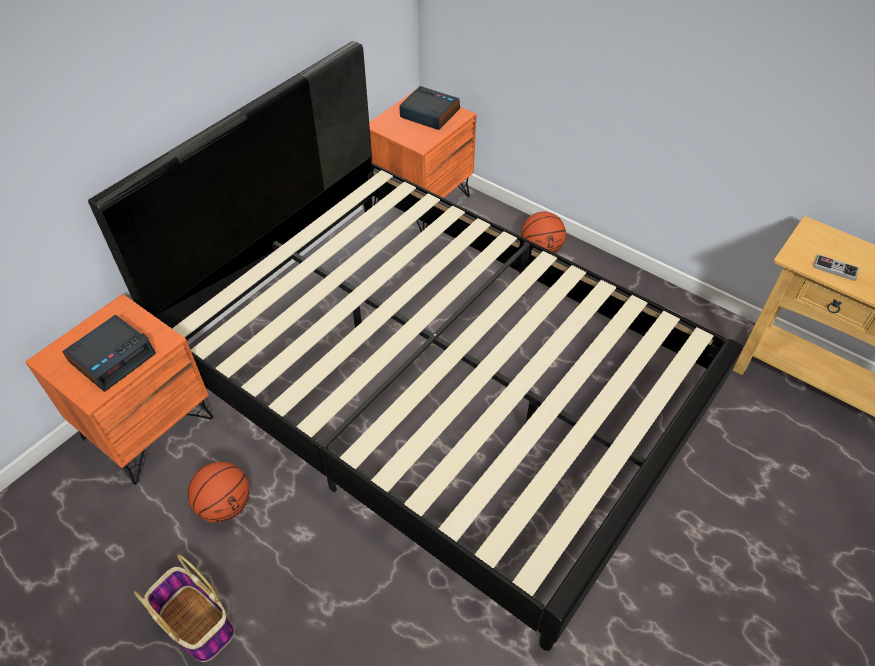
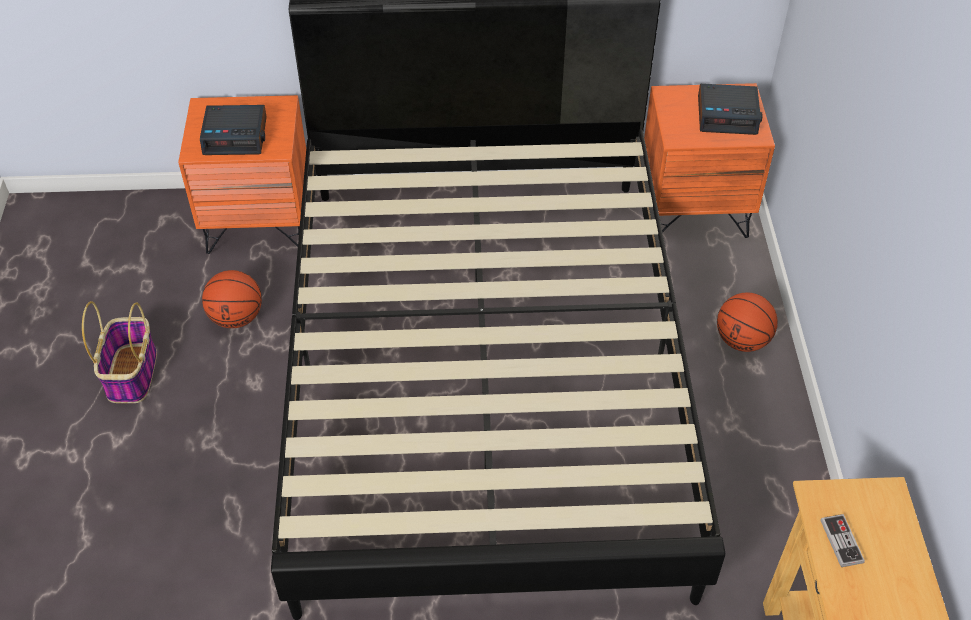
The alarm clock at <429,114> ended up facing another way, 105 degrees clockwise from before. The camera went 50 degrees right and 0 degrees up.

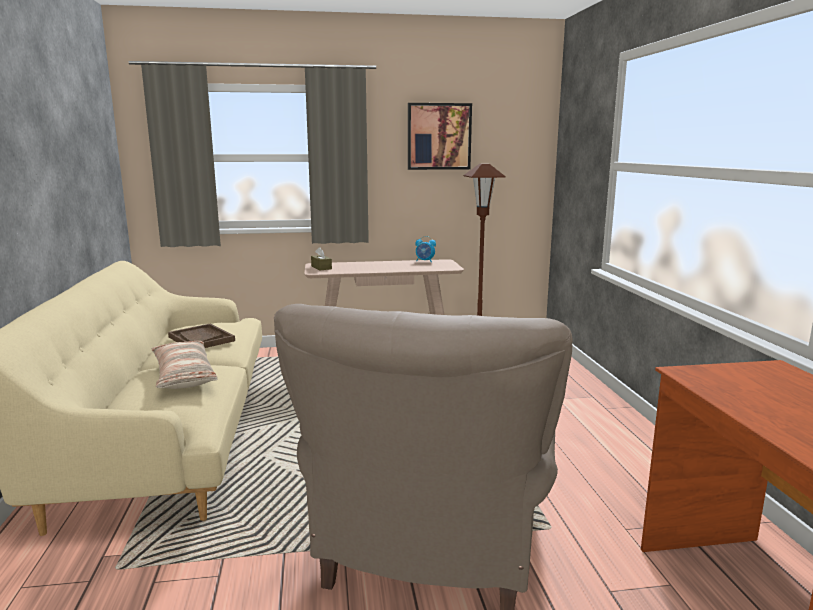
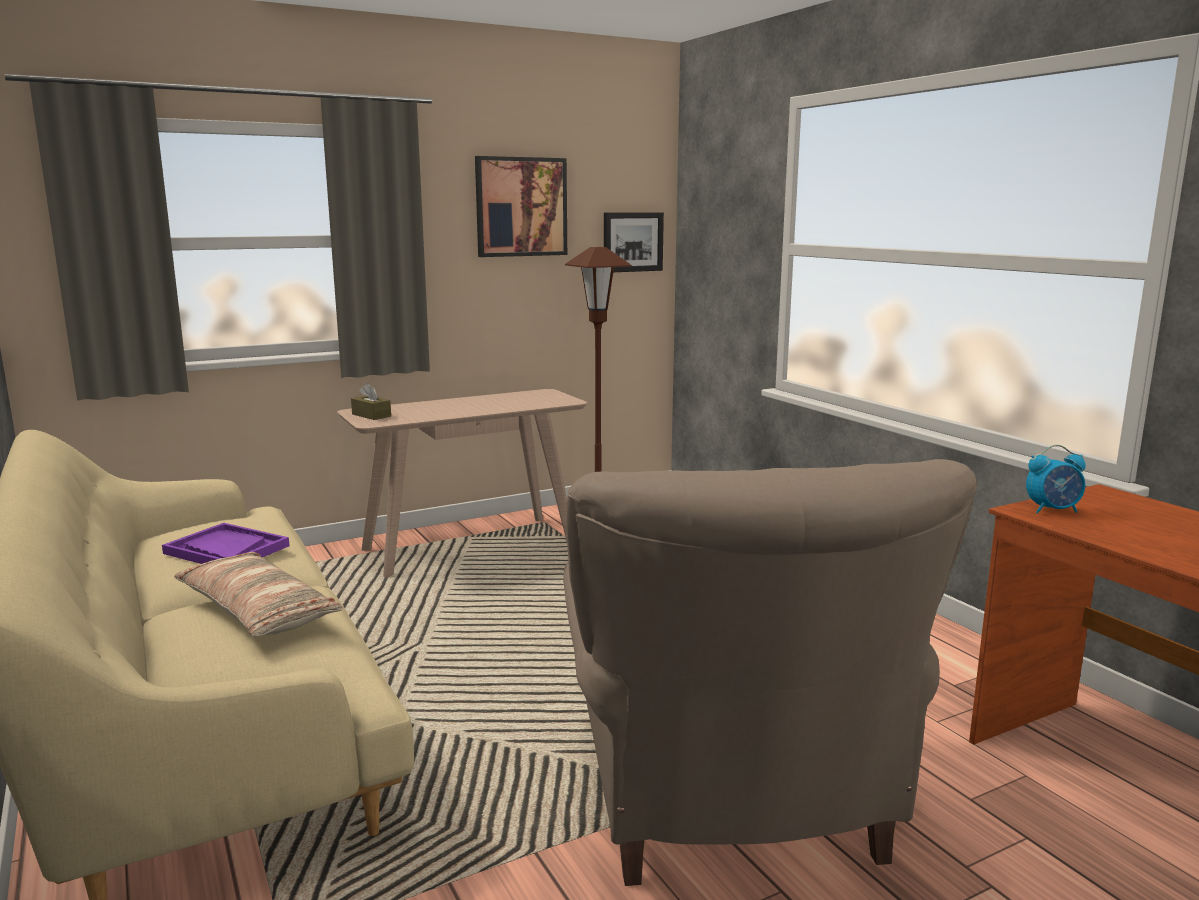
The second view gained the picture at <632,242>. The alarm clock ended up elsewhere, having gone from <425,261> to <1053,510>. What was the tray in brown at <201,339> turned into the tray in purple at <226,550>. The camera went 20 degrees left and 0 degrees up.

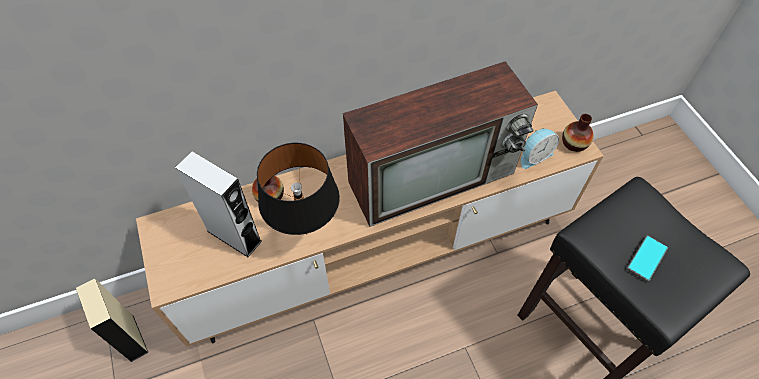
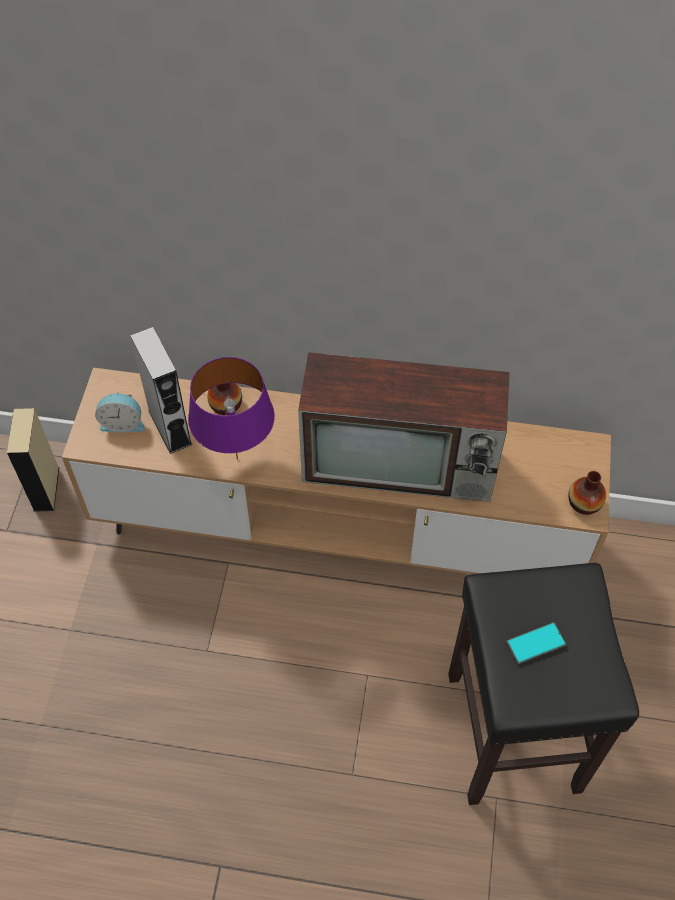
The alarm clock ended up elsewhere, having gone from <534,156> to <122,423>. What was the table lamp in black at <306,233> turned into the table lamp in purple at <237,458>. The camera went 30 degrees right and 0 degrees up.

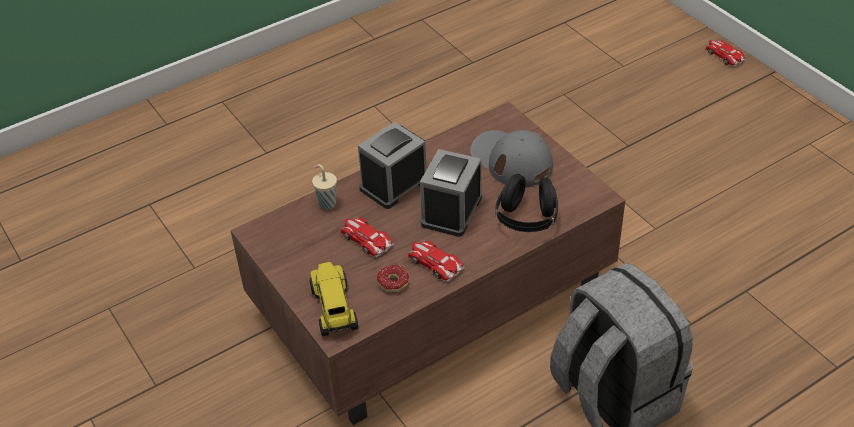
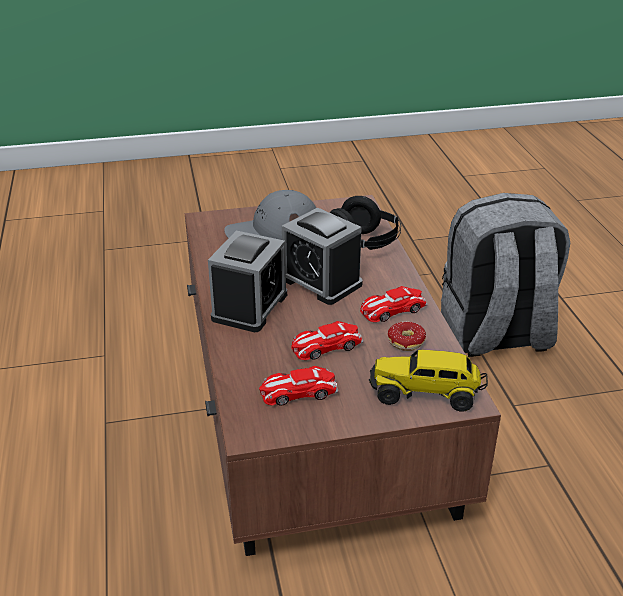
The second view lost the cup in beige at <326,203>. The toy car ended up elsewhere, having gone from <724,55> to <298,391>. The alarm clock at <394,184> ended up facing another way, 135 degrees counterclockwise from before. The camera went 70 degrees left and 10 degrees down.

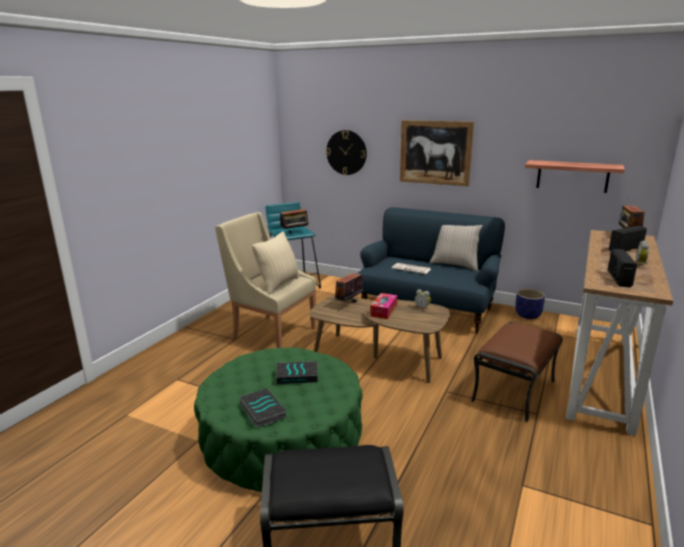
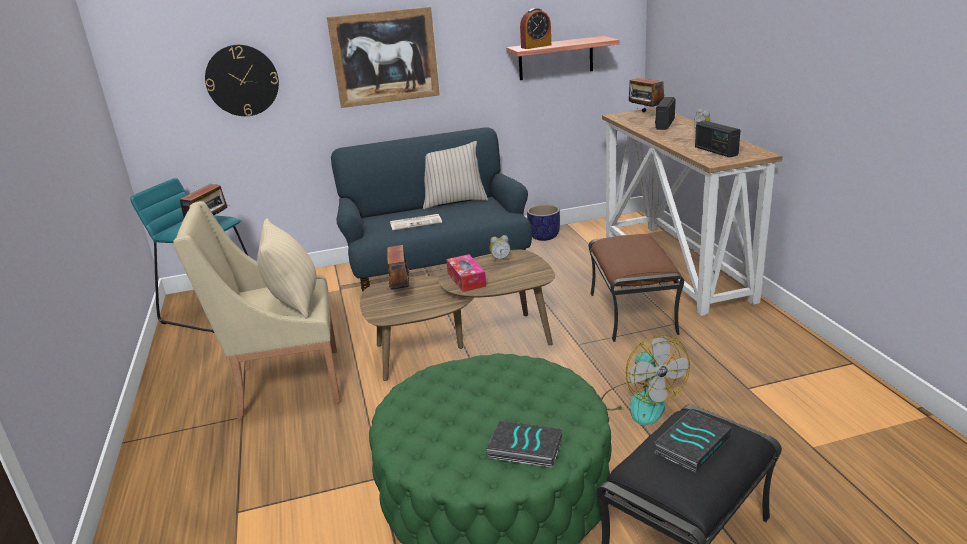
The second view gained the alarm clock at <536,46>. The second view gained the fan at <640,402>. The book ended up elsewhere, having gone from <297,375> to <691,444>. The camera went 40 degrees left and 5 degrees up.

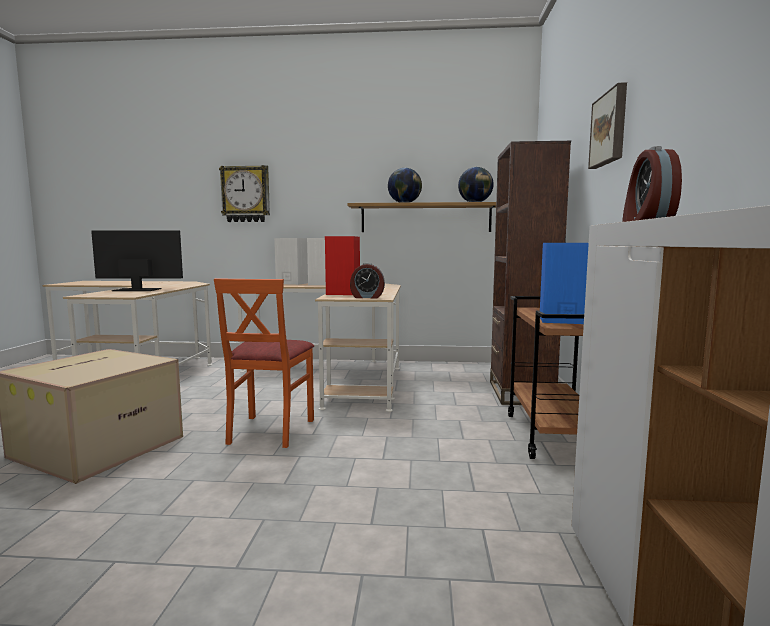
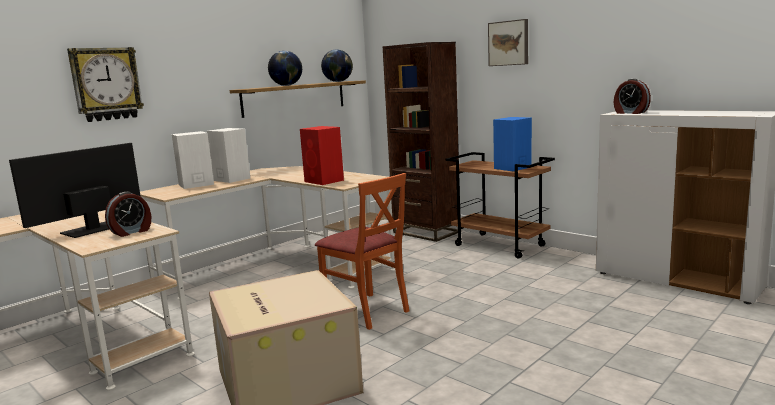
The alarm clock ended up elsewhere, having gone from <367,297> to <131,232>. The camera went 50 degrees left and 5 degrees up.

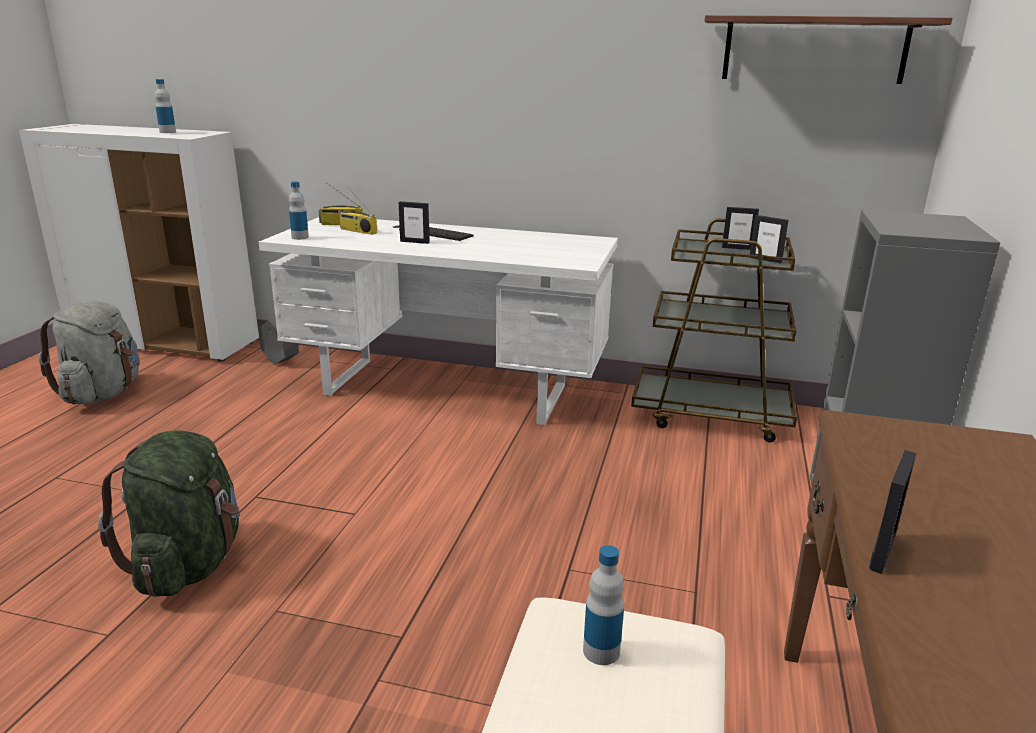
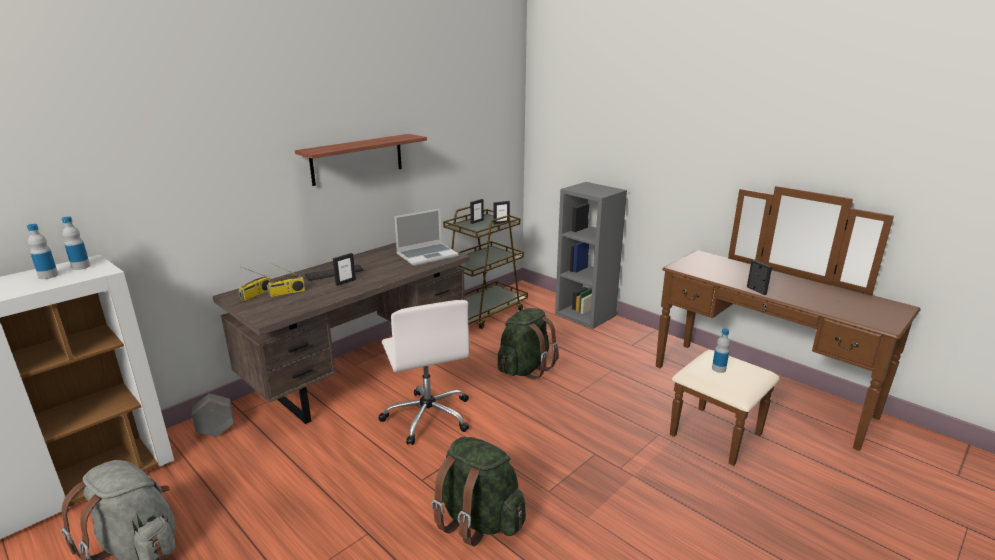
The second view gained the office chair in white at <428,416>. The second view gained the laptop at <427,255>. The second view gained the backpack in green at <525,368>. The bottle ended up elsewhere, having gone from <300,237> to <81,267>. The shelf ended up elsewhere, having gone from <814,50> to <357,159>. What was the desk in white at <448,390> turned into the desk in brown at <362,374>. The camera went 60 degrees left and 0 degrees up.

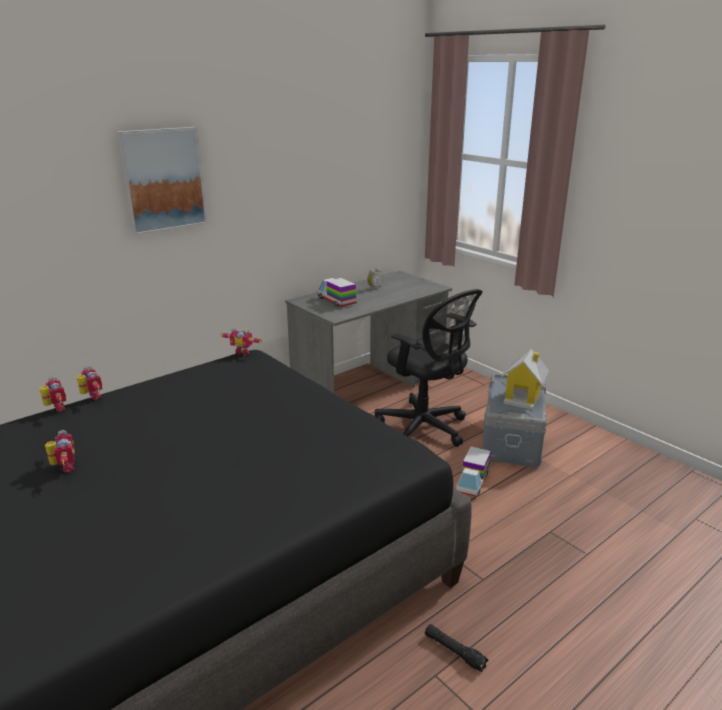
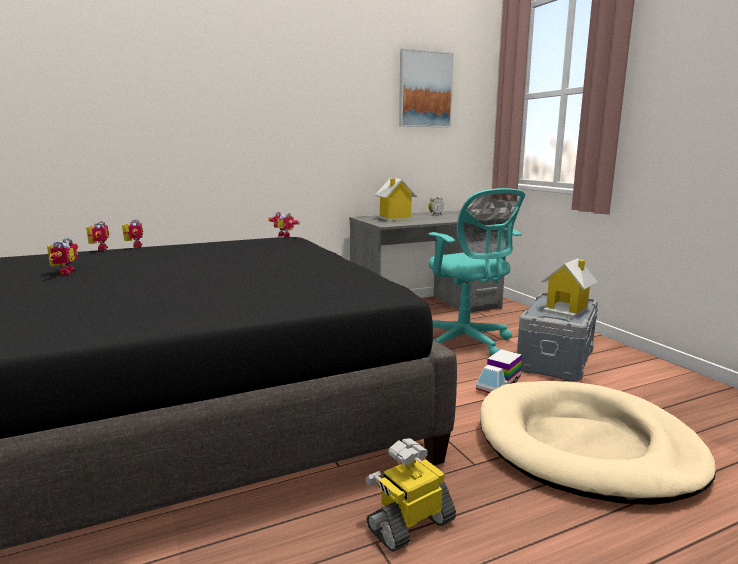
The second view gained the dog bed in beige at <586,446>. The picture ended up elsewhere, having gone from <163,180> to <425,89>. Where the toy truck stood at <336,301>, the toy house came to stand at <394,218>. Where the flashlight in black stood at <454,652>, the toy robot came to stand at <410,524>. What was the office chair in black at <425,428> turned into the office chair in turquoise at <466,342>. The camera went 15 degrees right and 10 degrees down.

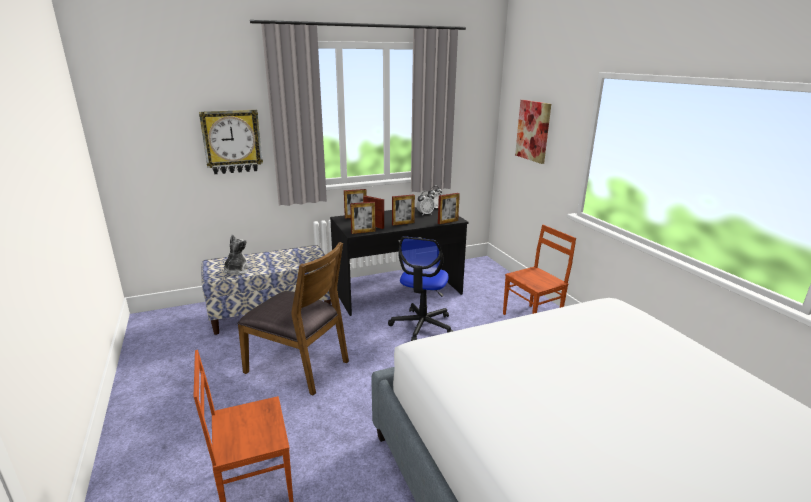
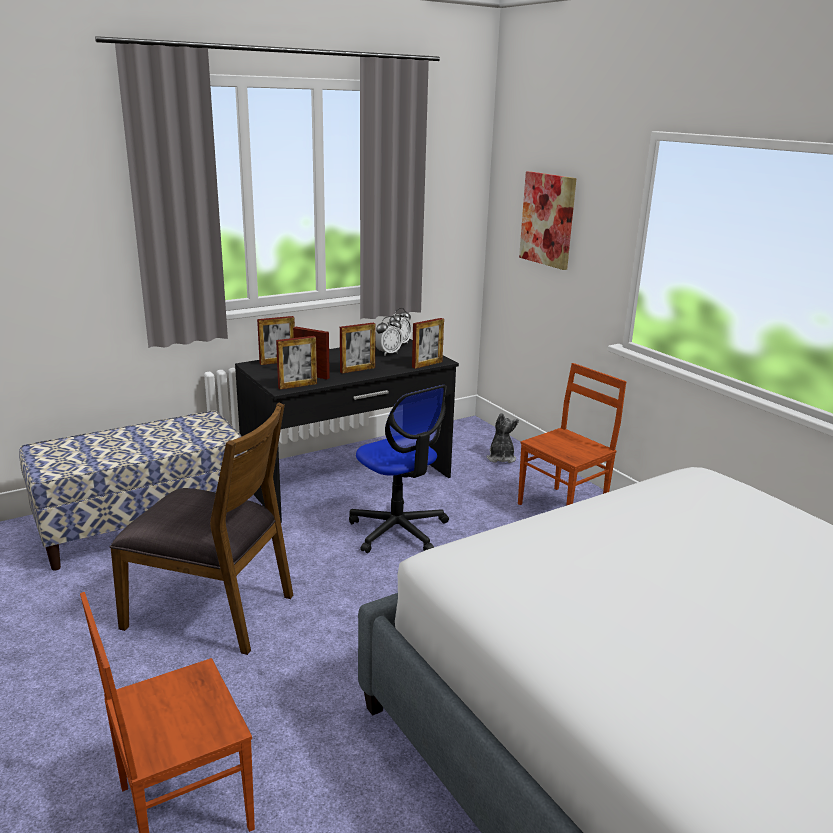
The second view lost the wall clock at <232,141>. The plush toy ended up elsewhere, having gone from <236,271> to <501,458>. The office chair at <422,325> ended up facing another way, 45 degrees counterclockwise from before. The camera went 10 degrees left and 0 degrees up.

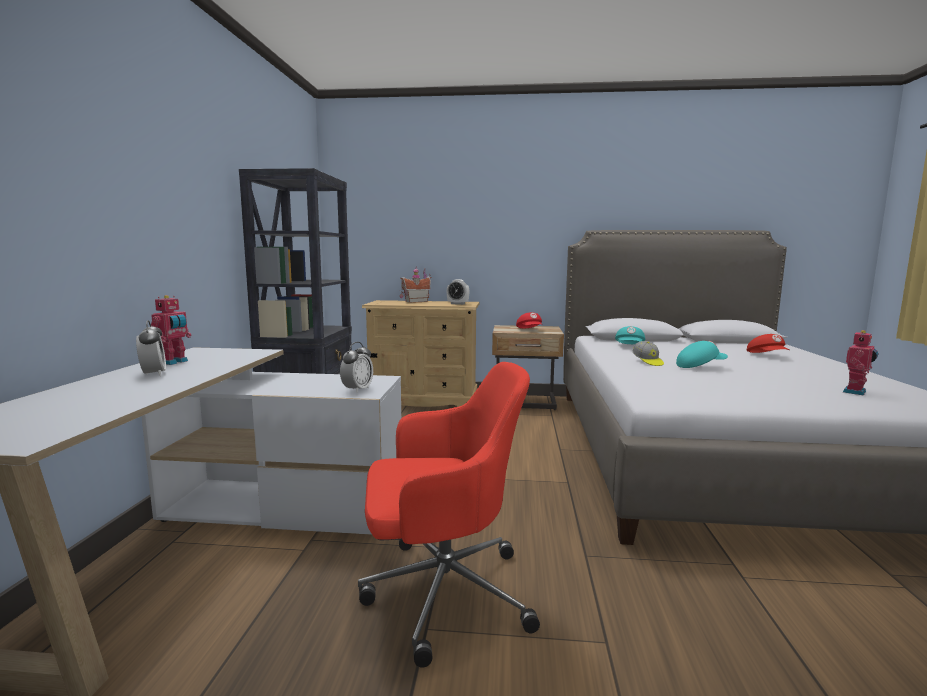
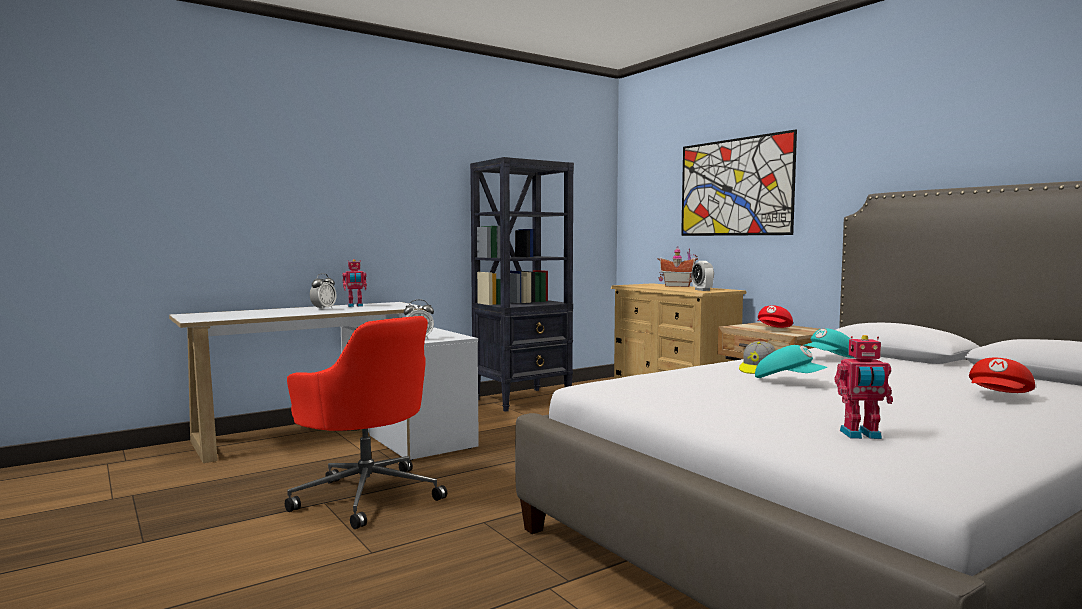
The second view gained the picture at <734,187>. The camera went 50 degrees right and 5 degrees down.

